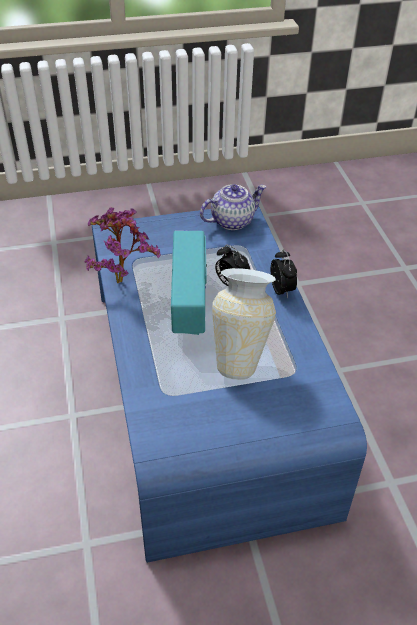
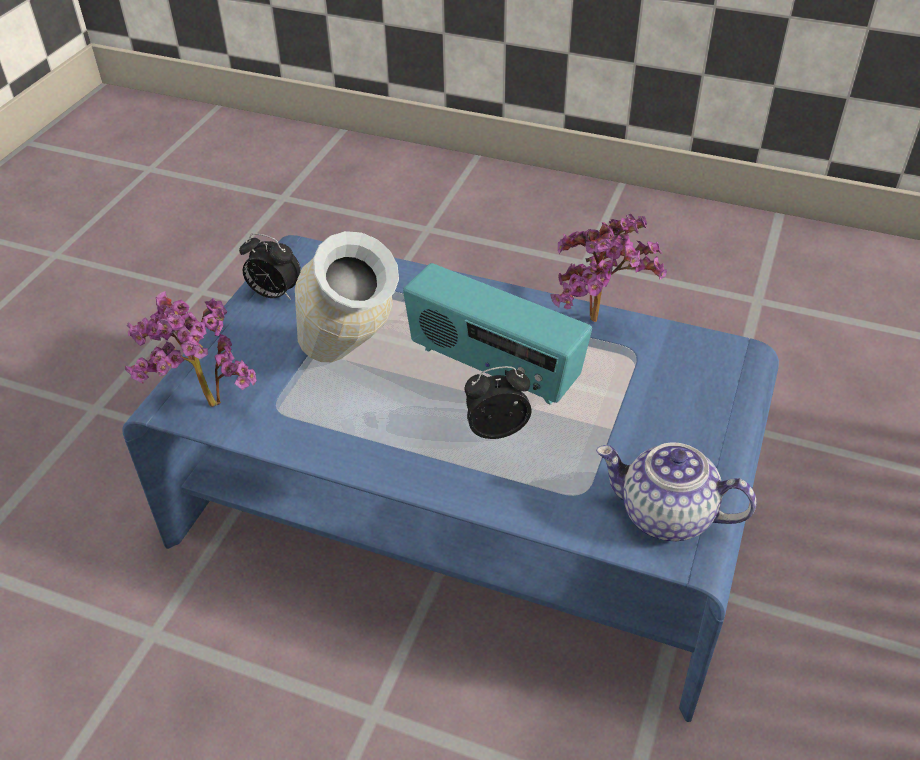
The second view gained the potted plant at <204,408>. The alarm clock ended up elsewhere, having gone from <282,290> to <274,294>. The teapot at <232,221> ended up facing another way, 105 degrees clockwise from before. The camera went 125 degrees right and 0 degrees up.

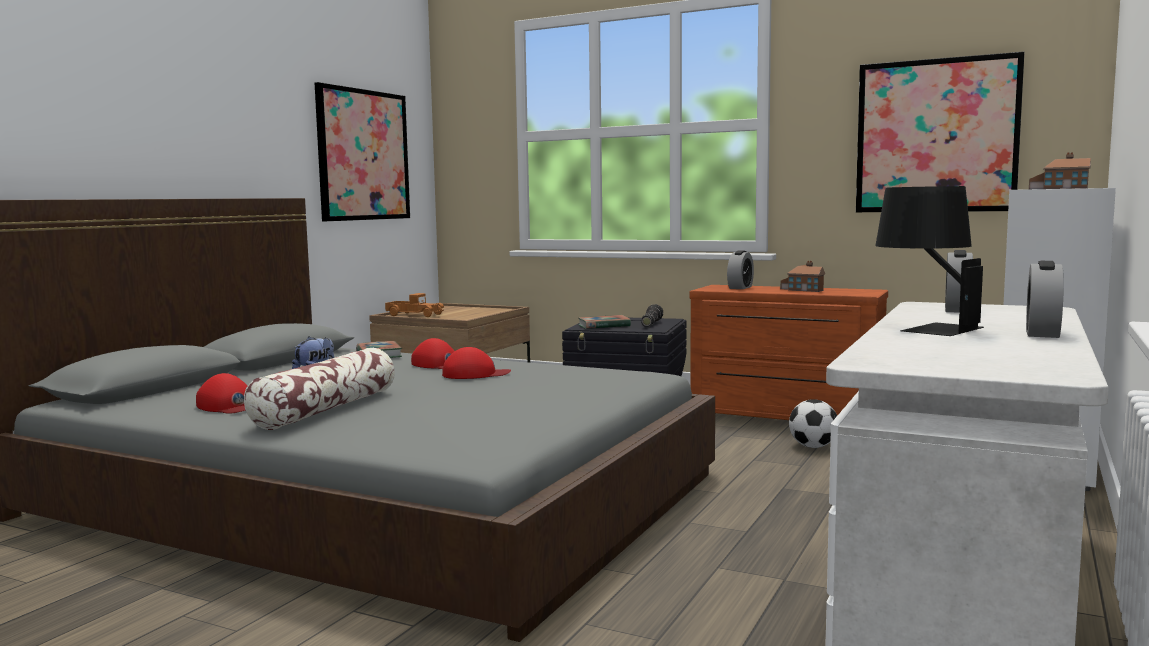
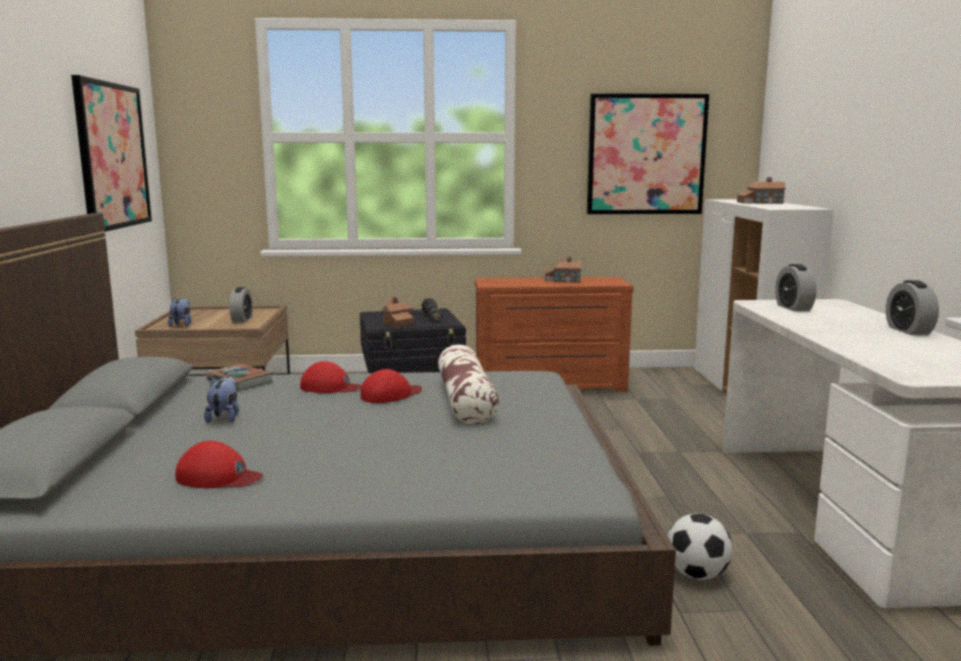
The second view lost the table lamp in black at <925,327>. The pillow ended up elsewhere, having gone from <326,409> to <465,400>. The alarm clock ended up elsewhere, having gone from <740,287> to <242,320>. The football ended up elsewhere, having gone from <813,447> to <697,575>. Where the toy truck stood at <415,315>, the plush toy came to stand at <182,325>. Where the book stood at <604,326>, the toy house came to stand at <397,323>. The camera went 30 degrees left and 5 degrees up.

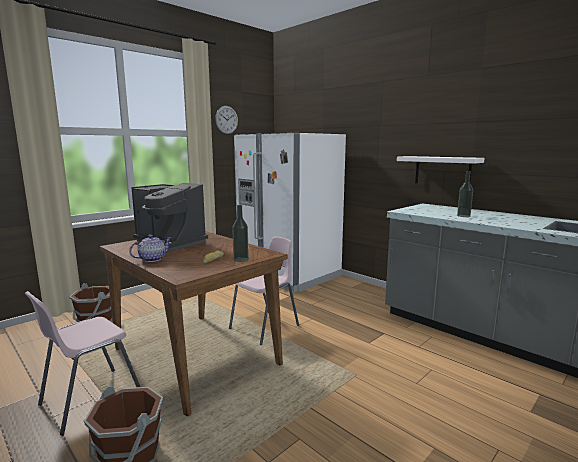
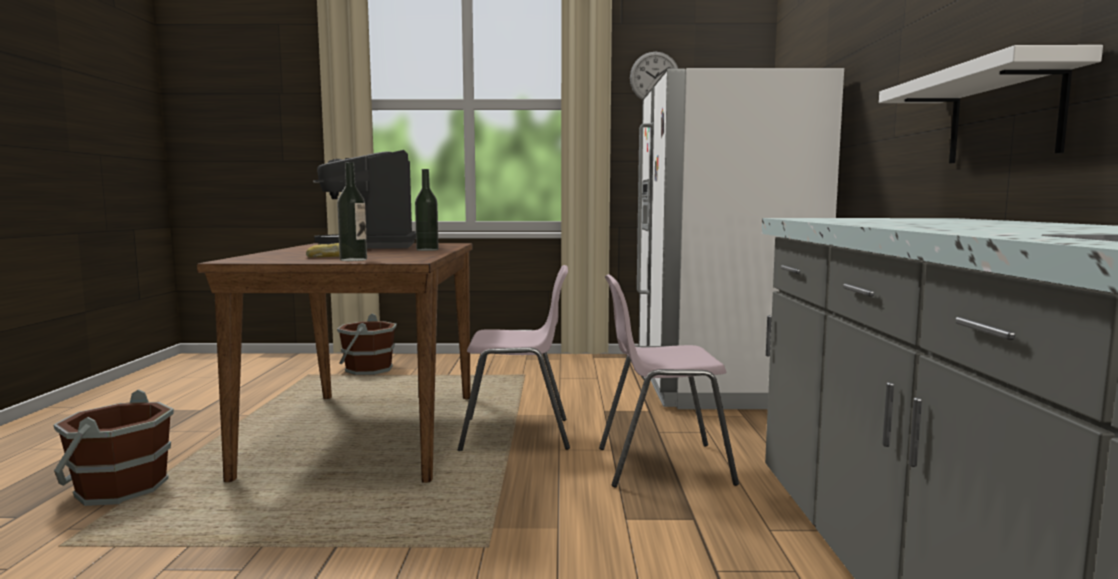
The second view lost the teapot at <152,259>. The chair in pink ended up elsewhere, having gone from <90,400> to <661,465>. The bottle ended up elsewhere, having gone from <463,216> to <427,250>. The camera went 45 degrees right and 5 degrees down.

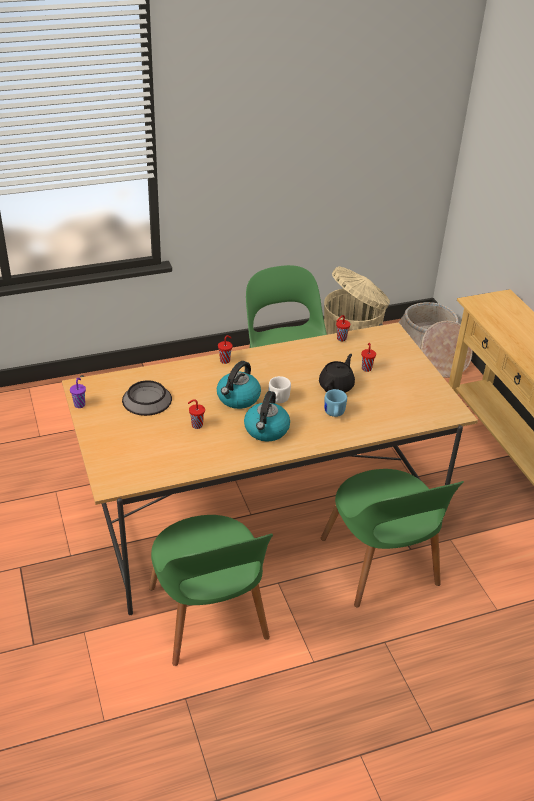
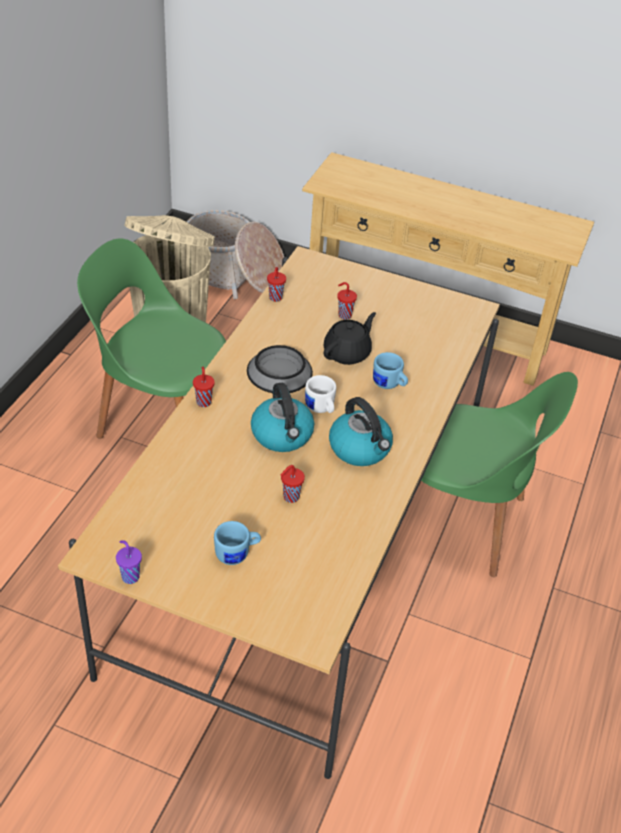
The second view lost the chair in green at <208,617>. The second view gained the mug in blue at <237,554>. The bowl ended up elsewhere, having gone from <146,399> to <279,371>. The teapot in black at <336,386> ended up facing another way, 60 degrees clockwise from before. The camera went 50 degrees left and 5 degrees up.

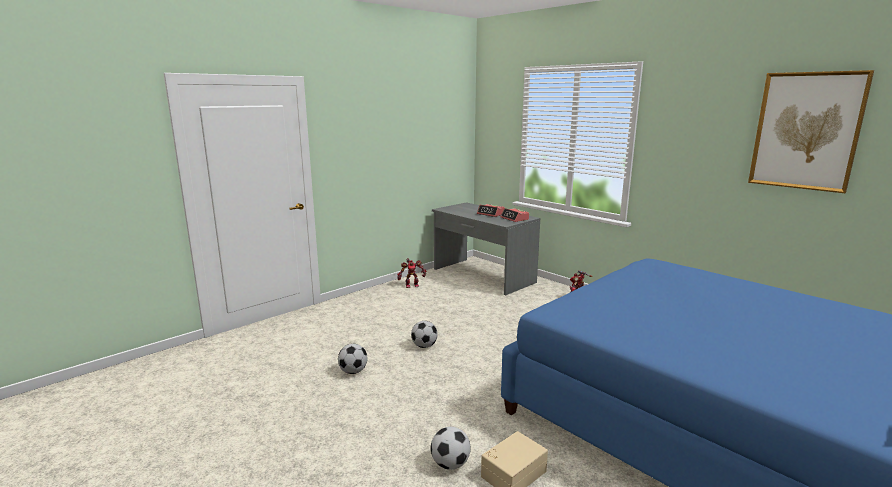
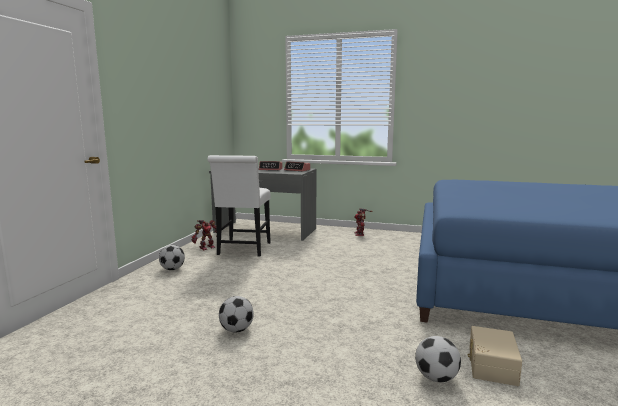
The second view lost the picture at <806,131>. The second view gained the chair in white at <243,250>. The football ended up elsewhere, having gone from <424,346> to <172,269>. The camera went 30 degrees left and 5 degrees down.

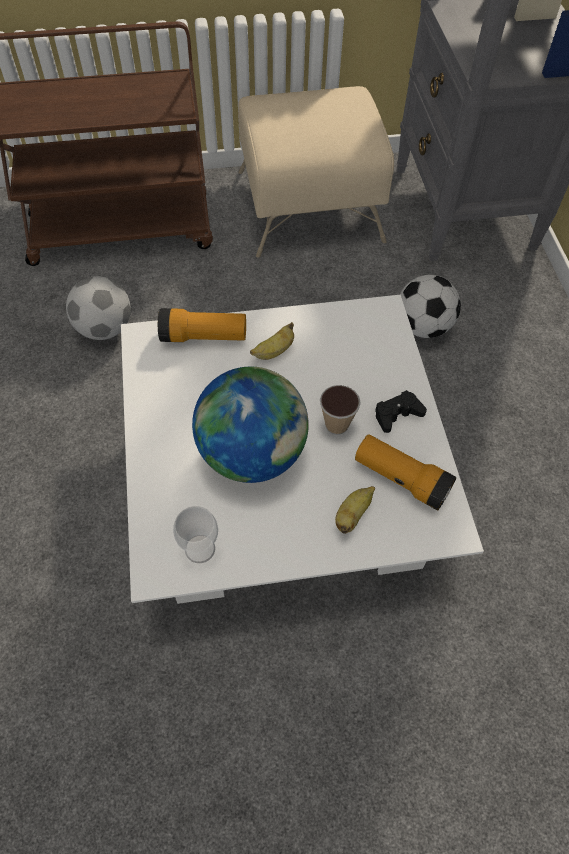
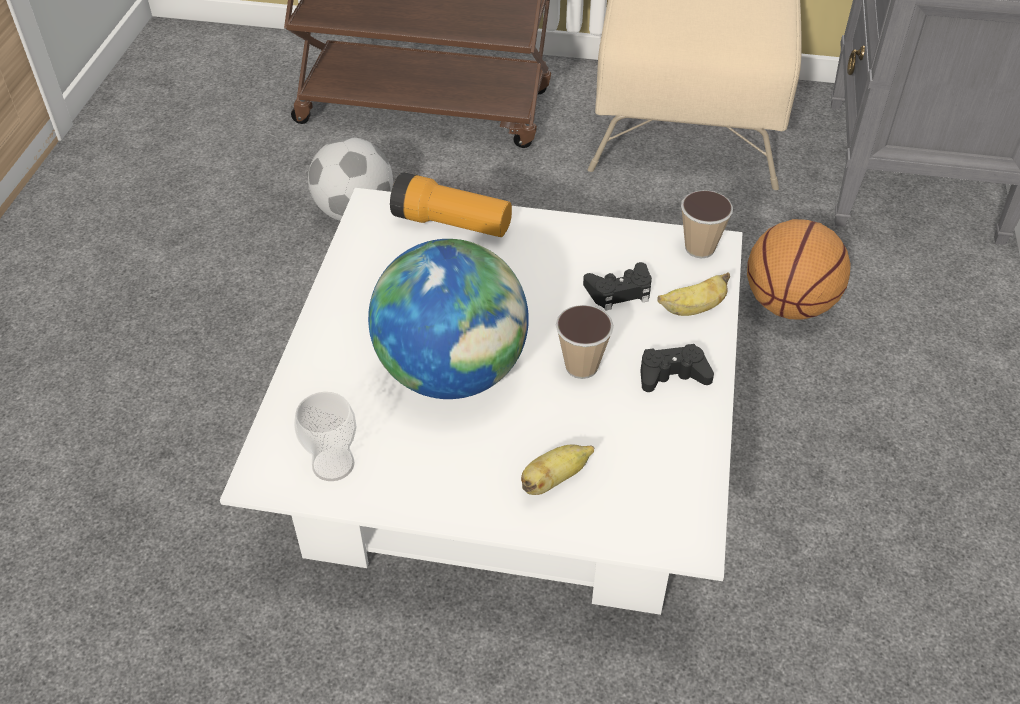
The second view lost the flashlight at <401,479>. The second view gained the game controller in black at <619,291>. The second view gained the cup at <699,248>. The banana ended up elsewhere, having gone from <274,352> to <692,309>. Where the football stood at <423,327>, the basketball came to stand at <789,305>. The camera went 20 degrees right and 10 degrees down.

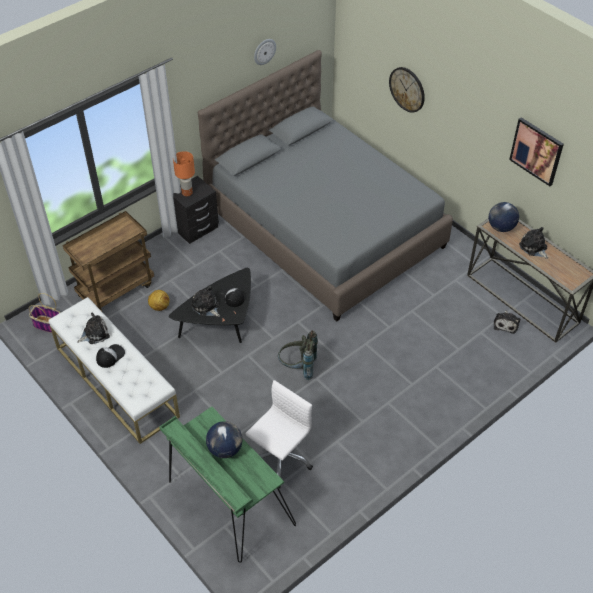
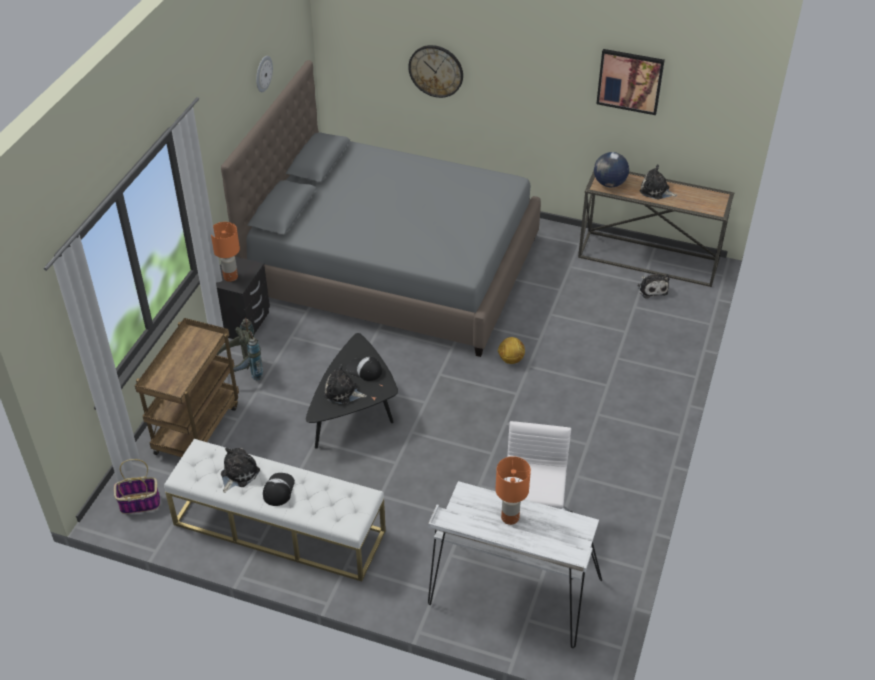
The football ended up elsewhere, having gone from <159,307> to <511,360>. The backpack in grey ended up elsewhere, having gone from <298,367> to <240,373>. Where the globe stood at <225,449>, the table lamp in orange came to stand at <510,517>. What was the desk in green at <227,502> turned into the desk in white at <511,594>. The camera went 30 degrees left and 5 degrees down.

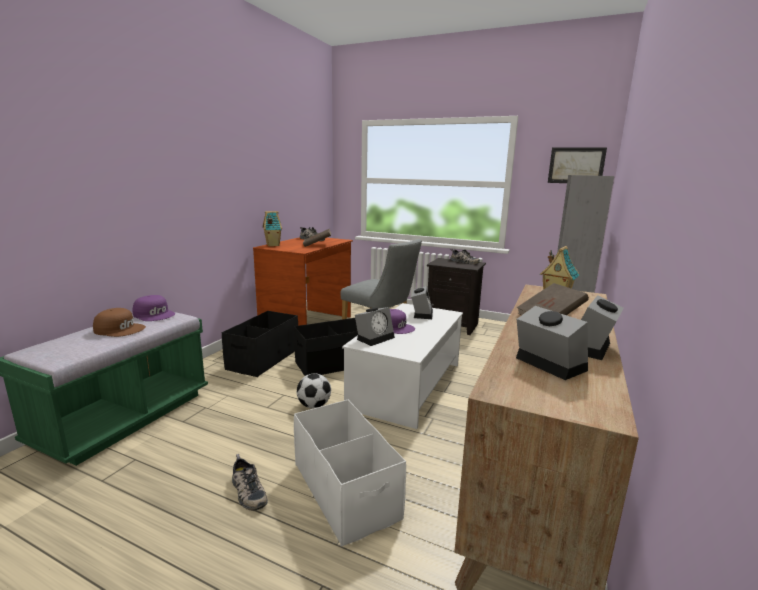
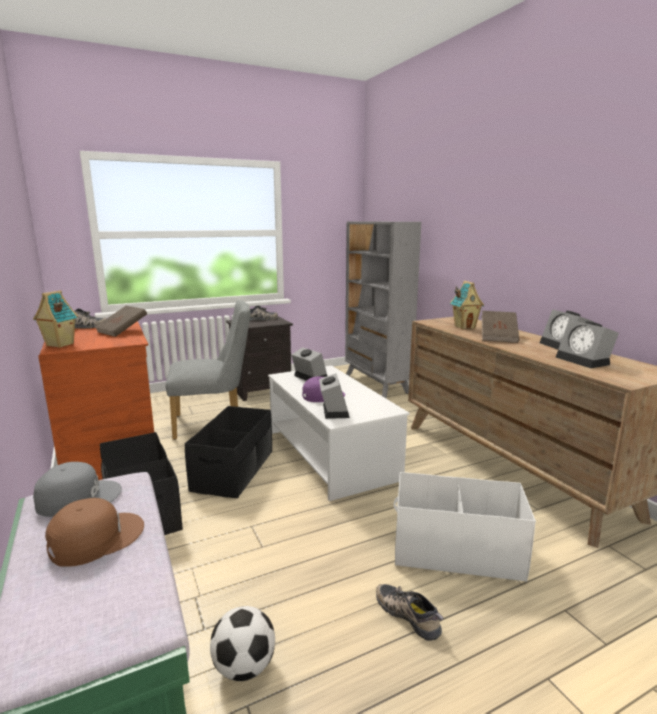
The second view lost the picture at <576,165>. The football ended up elsewhere, having gone from <314,405> to <244,667>. What was the cap in purple at <154,314> turned into the cap in grey at <78,497>. The shoe at <247,491> ended up facing another way, 135 degrees counterclockwise from before. The alarm clock at <546,364> ended up facing another way, 120 degrees counterclockwise from before. The camera went 50 degrees left and 0 degrees up.

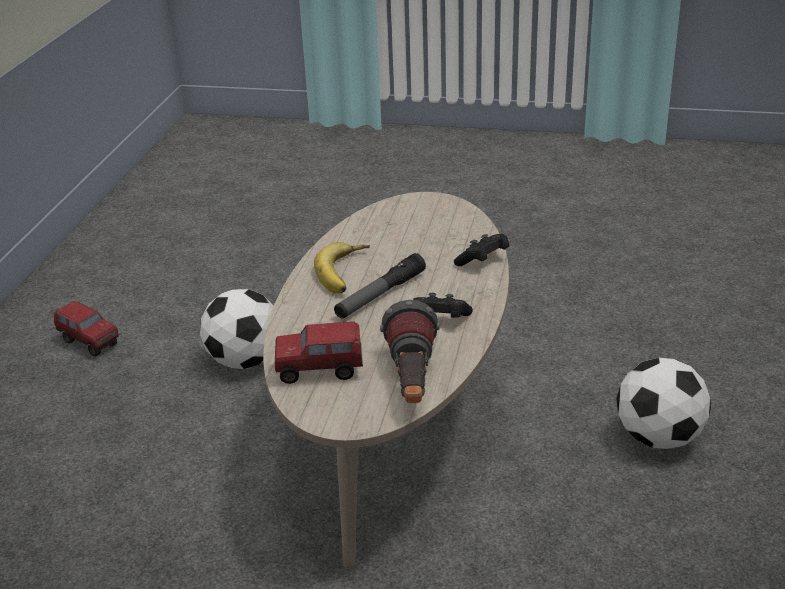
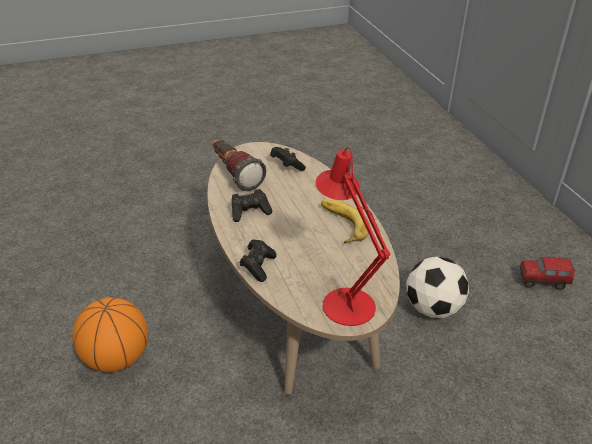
The second view lost the flashlight at <380,295>. The second view gained the table lamp in red at <344,301>. Where the toy truck stood at <320,371>, the game controller in black came to stand at <286,165>. Where the football stood at <658,438>, the basketball came to stand at <115,359>. The camera went 145 degrees right and 5 degrees up.

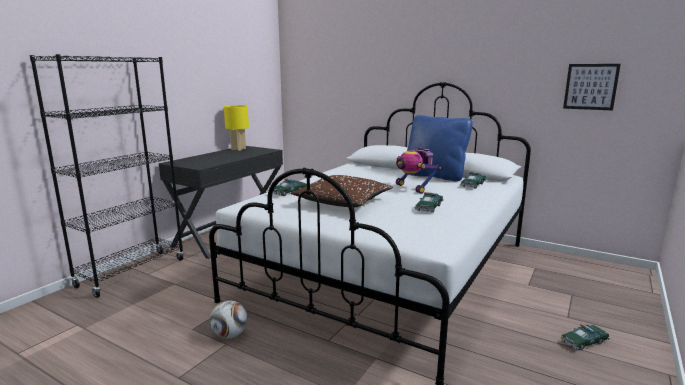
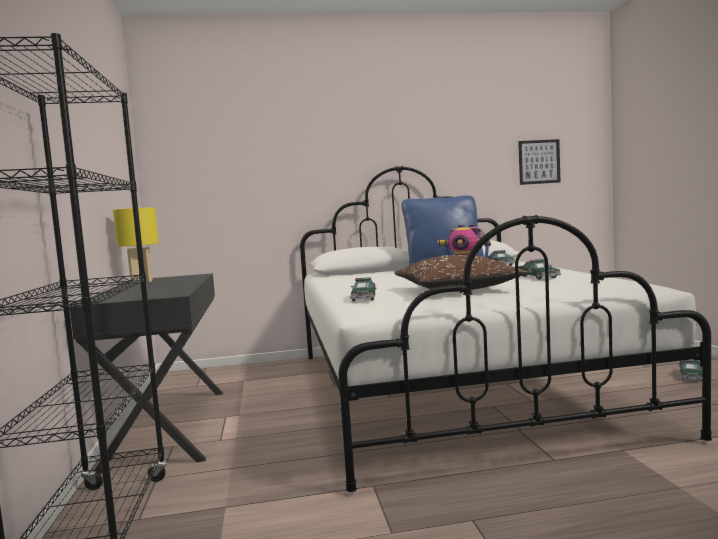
The second view lost the football at <230,335>. The camera went 40 degrees left and 10 degrees down.

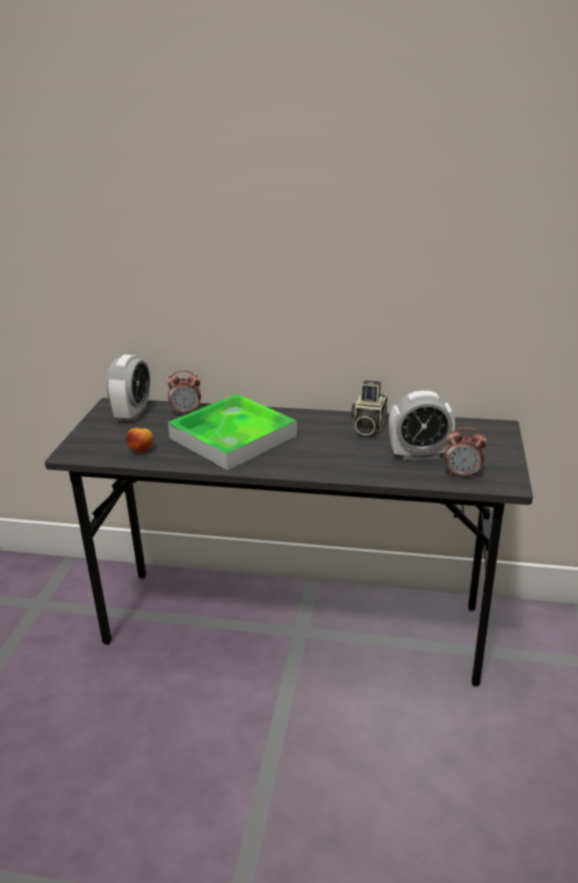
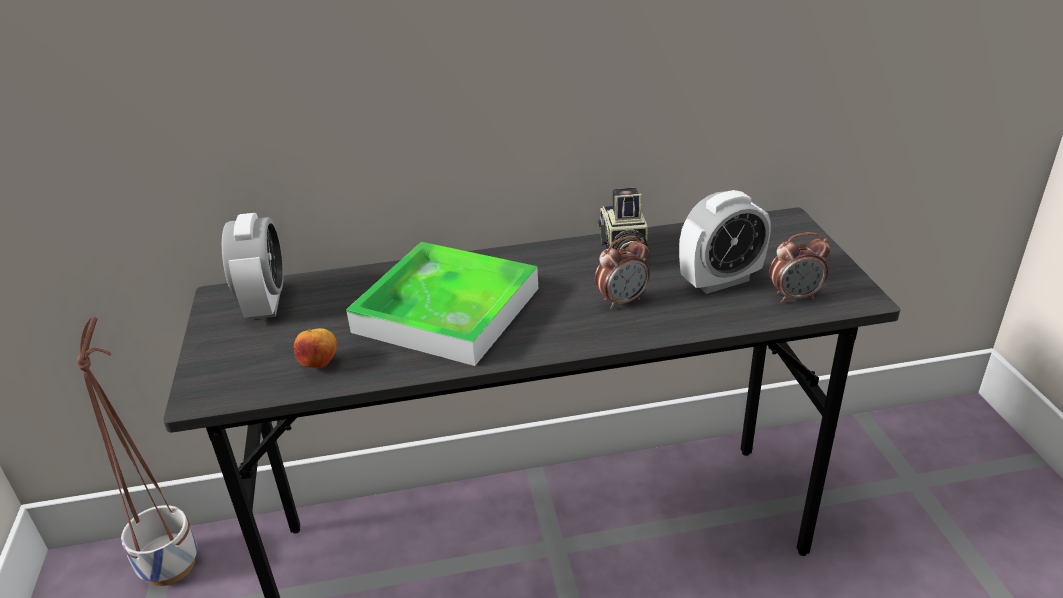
The second view gained the planter at <169,565>. The alarm clock ended up elsewhere, having gone from <186,412> to <622,301>. The camera went 20 degrees left and 5 degrees up.

